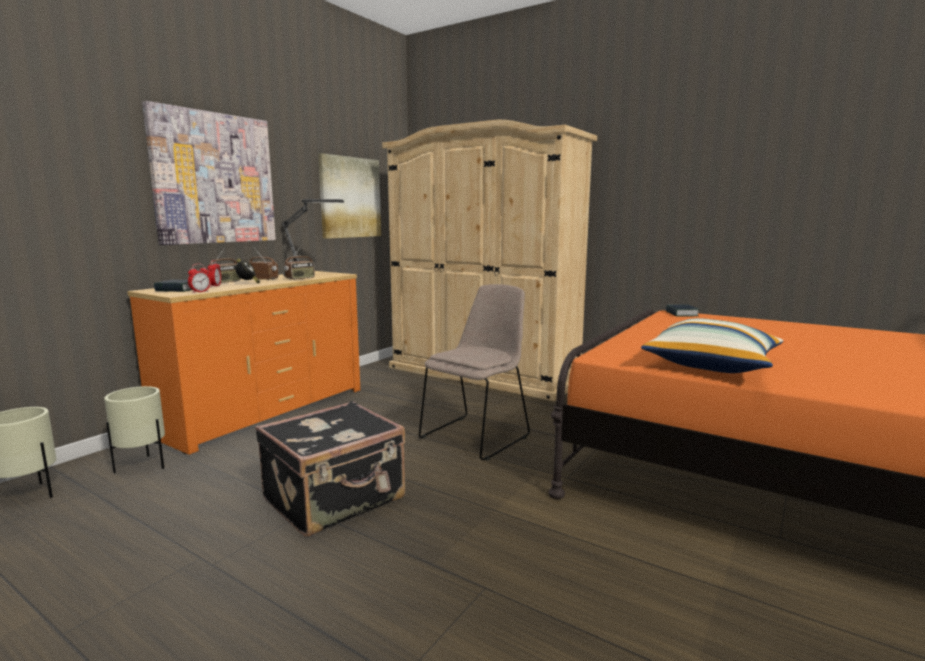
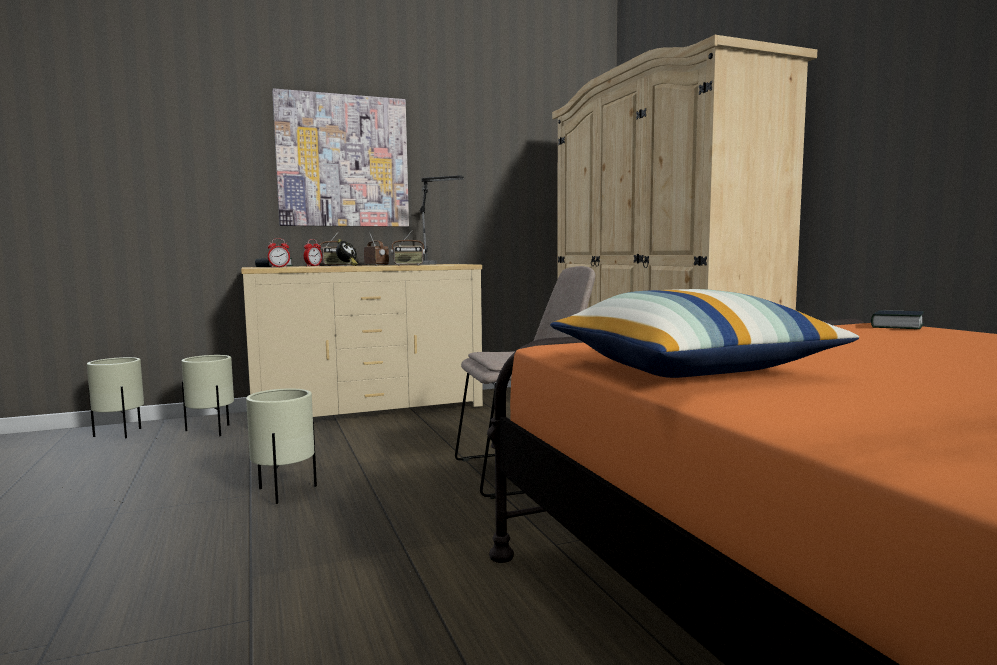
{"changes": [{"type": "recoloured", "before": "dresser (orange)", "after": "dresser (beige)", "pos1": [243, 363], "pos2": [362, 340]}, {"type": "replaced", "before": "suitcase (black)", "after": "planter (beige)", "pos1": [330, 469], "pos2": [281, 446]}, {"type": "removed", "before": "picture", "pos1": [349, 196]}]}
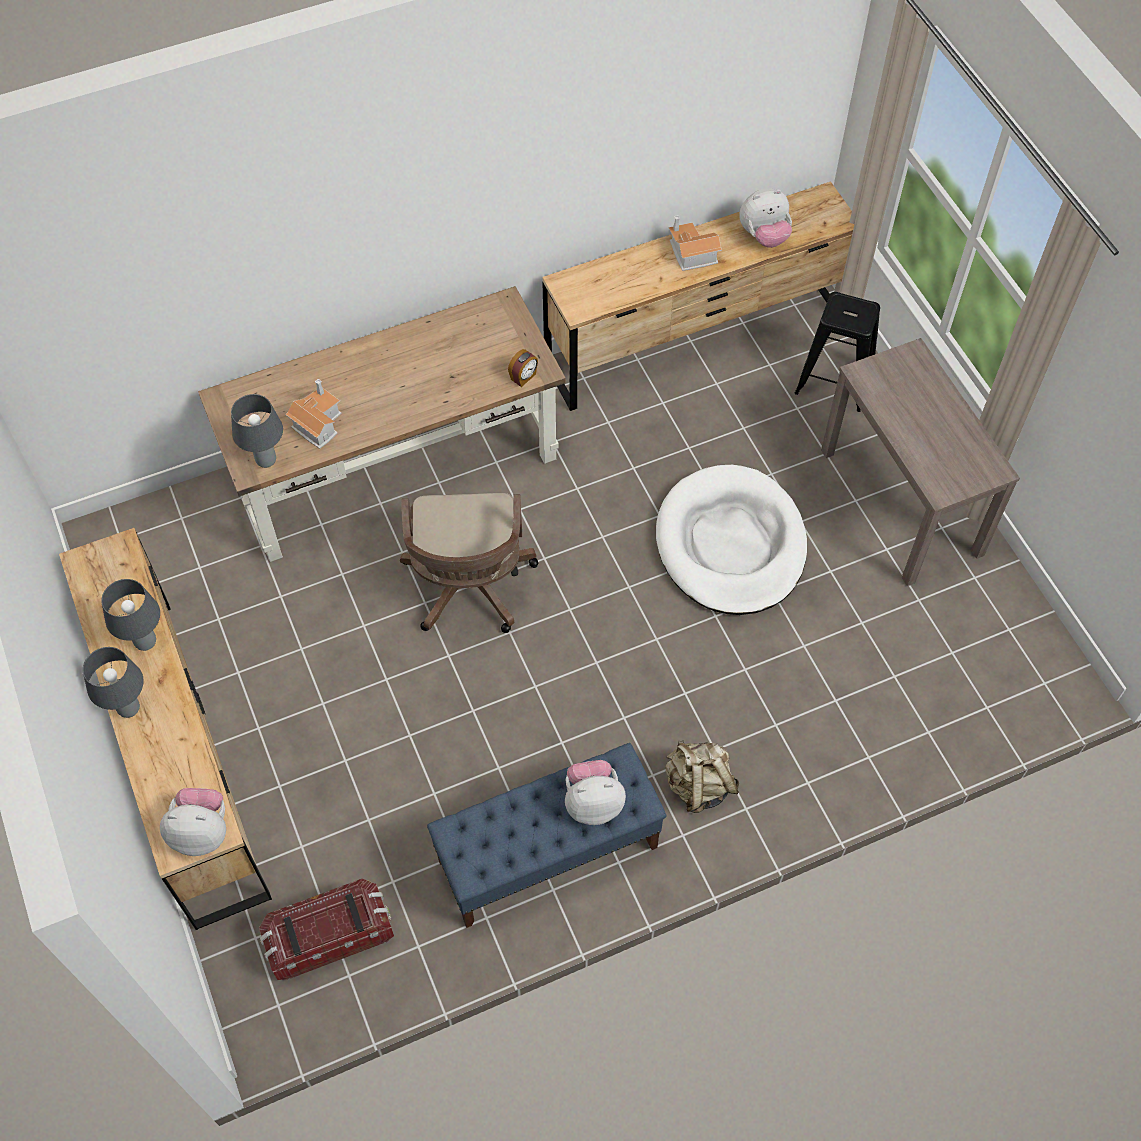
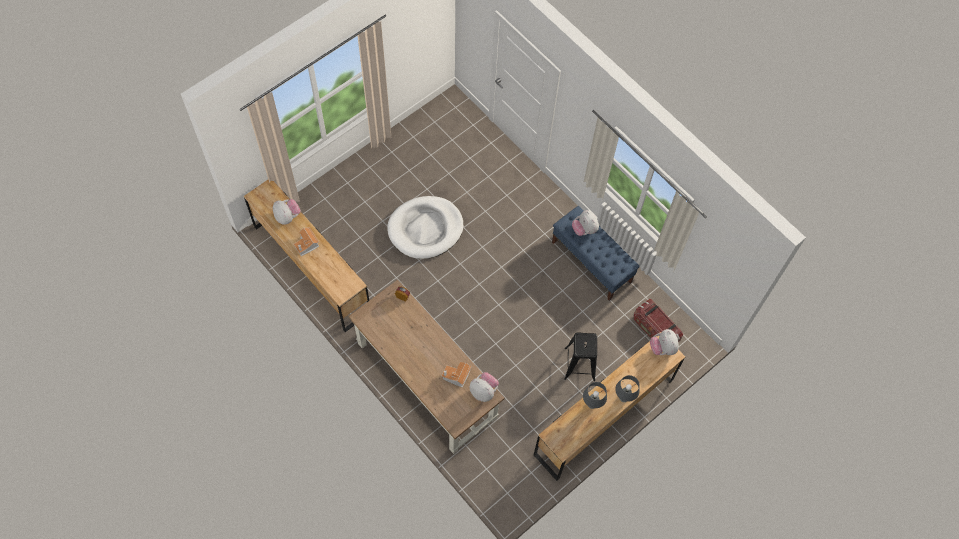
{"changes": [{"type": "replaced", "before": "table lamp (grey)", "after": "plush toy", "pos1": [257, 431], "pos2": [484, 387]}, {"type": "moved", "before": "stool (black)", "pos1": [837, 352], "pos2": [580, 356]}, {"type": "removed", "before": "office chair (brown)", "pos1": [469, 563]}, {"type": "removed", "before": "backpack (beige)", "pos1": [702, 777]}, {"type": "removed", "before": "console table (brown)", "pos1": [920, 462]}]}
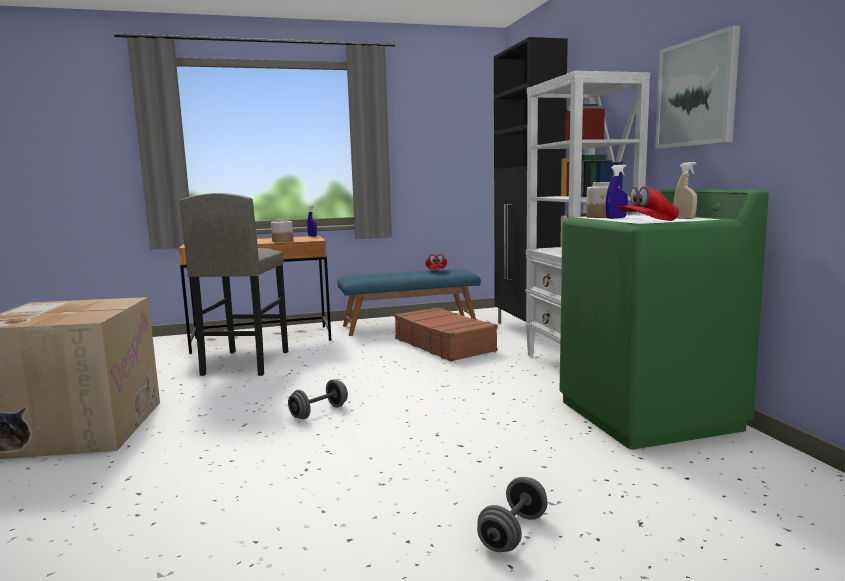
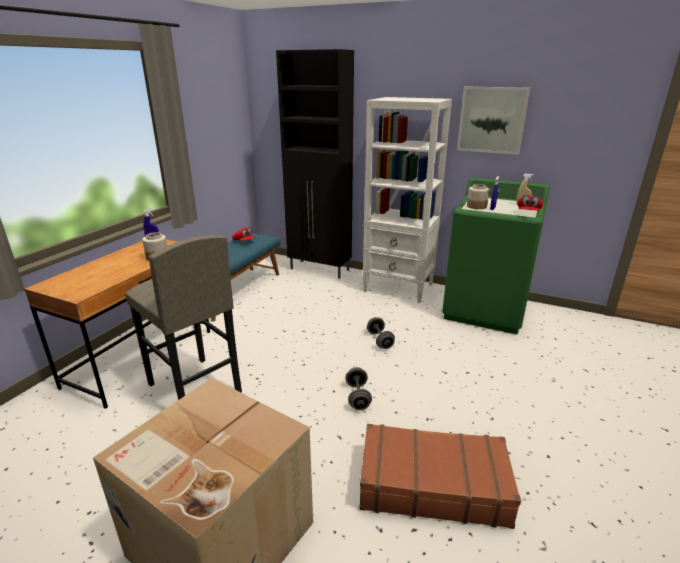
{"changes": [{"type": "moved", "before": "suitcase (brown)", "pos1": [446, 334], "pos2": [440, 476]}, {"type": "moved", "before": "dumbbell (grey)", "pos1": [512, 514], "pos2": [381, 333]}]}
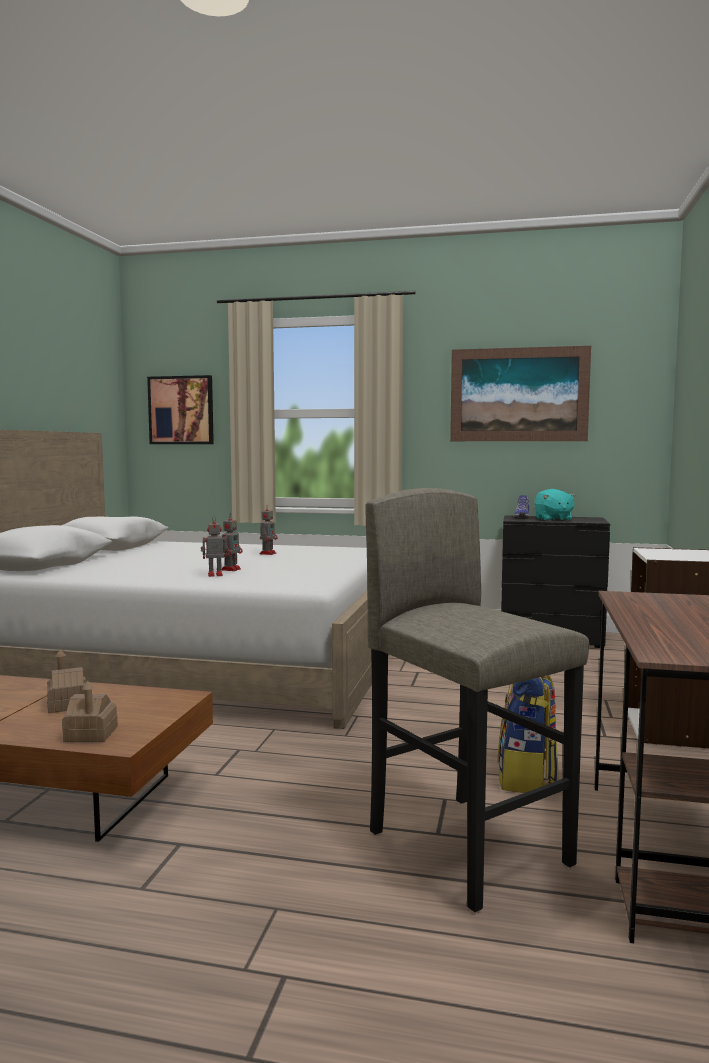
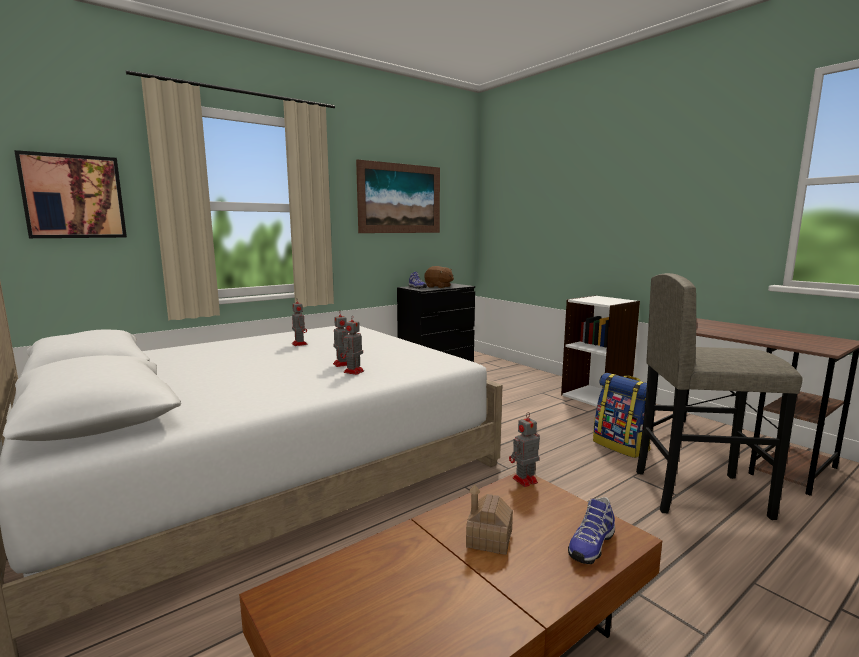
{"changes": [{"type": "recoloured", "before": "plush toy (turquoise)", "after": "plush toy (brown)", "pos1": [555, 505], "pos2": [439, 277]}, {"type": "added", "after": "toy robot", "pos2": [524, 449]}, {"type": "replaced", "before": "toy house", "after": "shoe", "pos1": [90, 711], "pos2": [591, 530]}]}
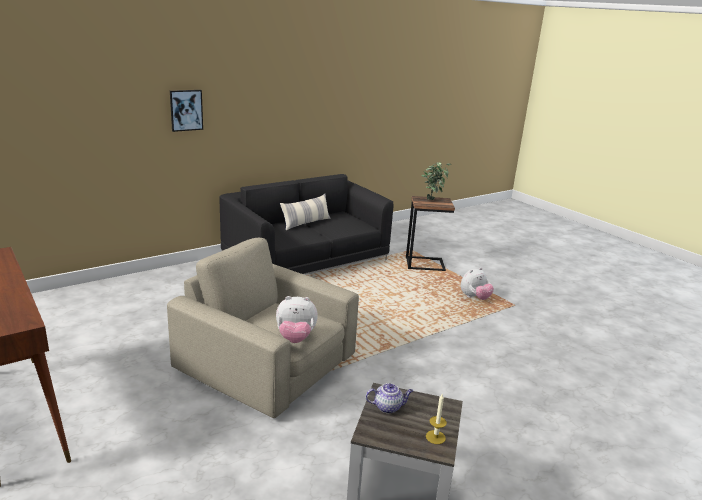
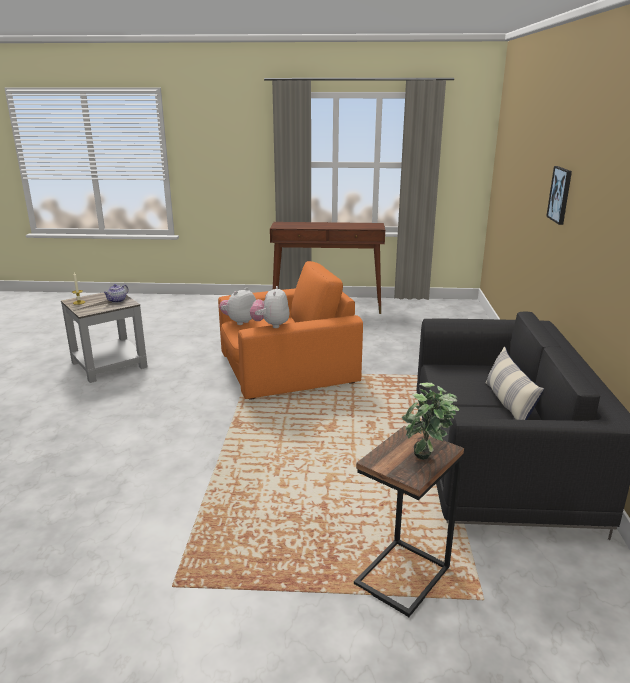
{"changes": [{"type": "recoloured", "before": "armchair (beige)", "after": "armchair (orange)", "pos1": [263, 328], "pos2": [290, 330]}, {"type": "moved", "before": "plush toy", "pos1": [477, 283], "pos2": [269, 307]}]}
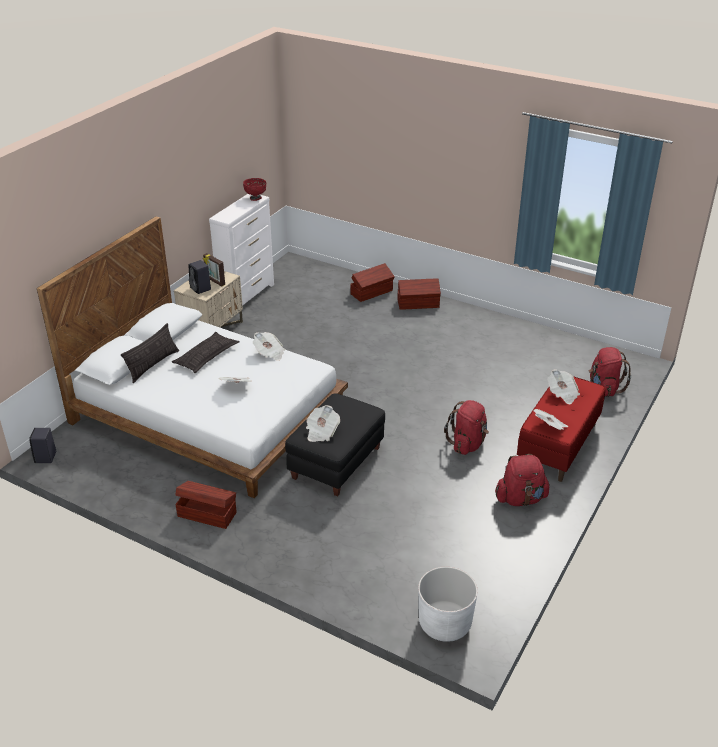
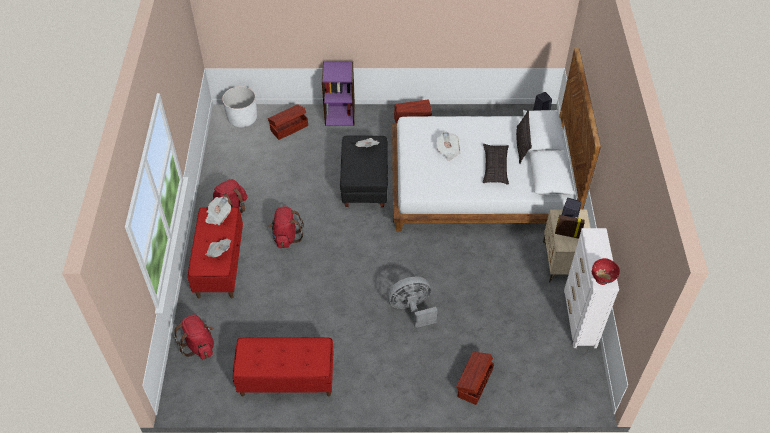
{"changes": [{"type": "added", "after": "bench (red)", "pos2": [283, 367]}, {"type": "moved", "before": "storage box (brown)", "pos1": [419, 294], "pos2": [288, 122]}, {"type": "added", "after": "bookcase (purple)", "pos2": [338, 93]}, {"type": "added", "after": "fan (grey)", "pos2": [412, 302]}, {"type": "removed", "before": "newspaper", "pos1": [269, 346]}]}
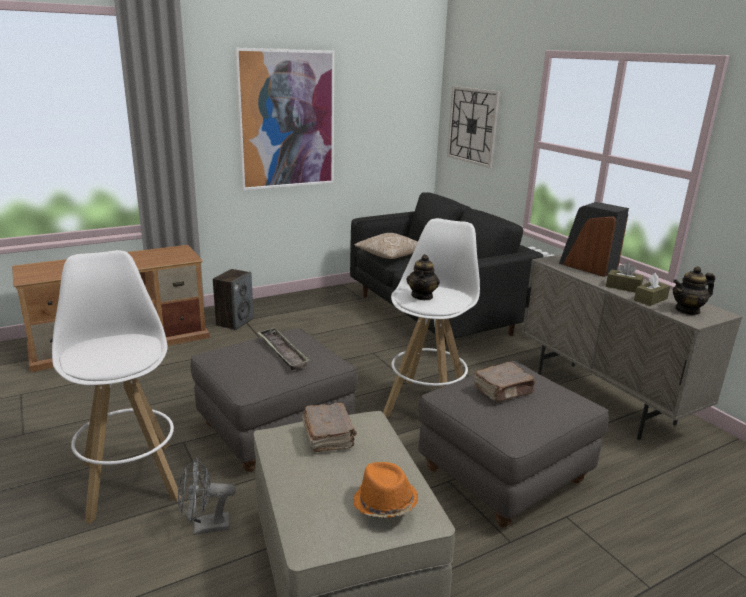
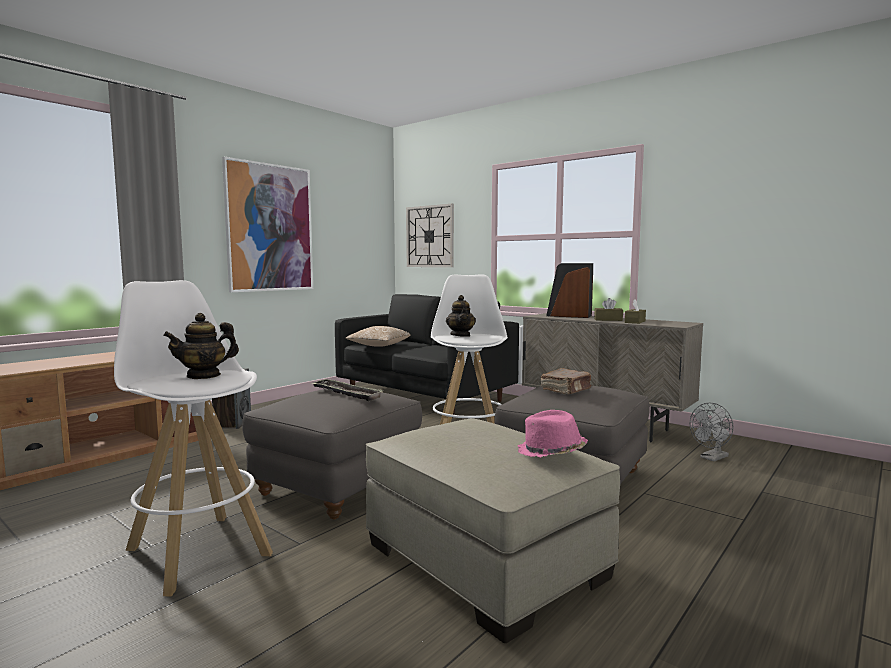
{"changes": [{"type": "moved", "before": "teapot", "pos1": [694, 290], "pos2": [201, 346]}, {"type": "recoloured", "before": "hat (orange)", "after": "hat (pink)", "pos1": [386, 490], "pos2": [553, 434]}, {"type": "moved", "before": "fan (grey)", "pos1": [207, 496], "pos2": [712, 432]}, {"type": "removed", "before": "book (brown)", "pos1": [329, 427]}]}
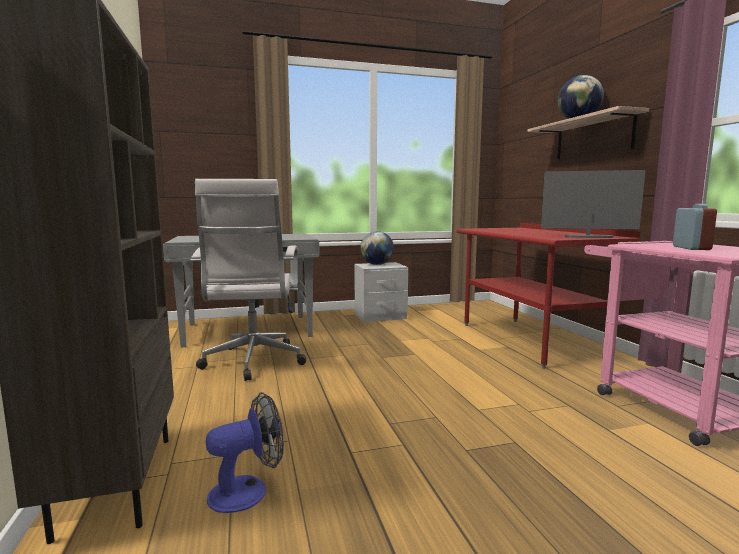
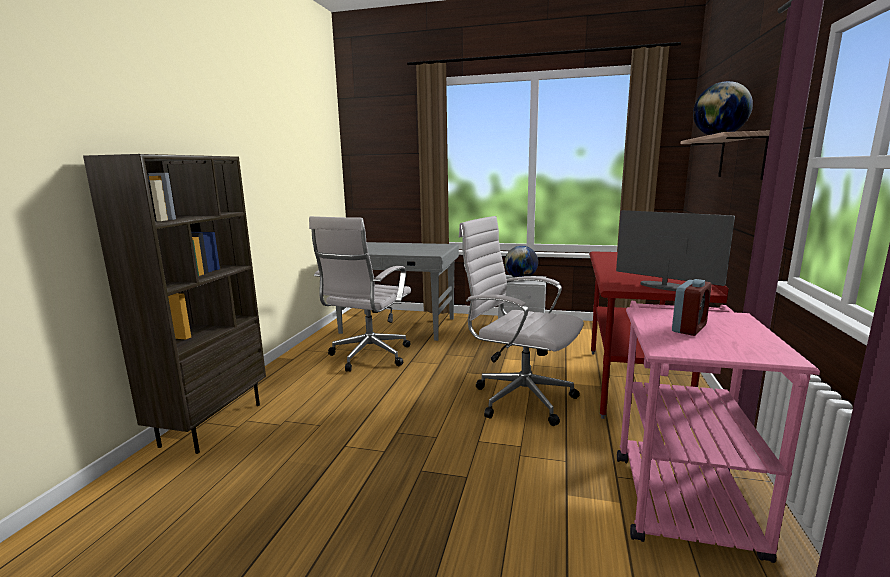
{"changes": [{"type": "added", "after": "office chair (white)", "pos2": [521, 321]}, {"type": "removed", "before": "fan", "pos1": [244, 452]}]}
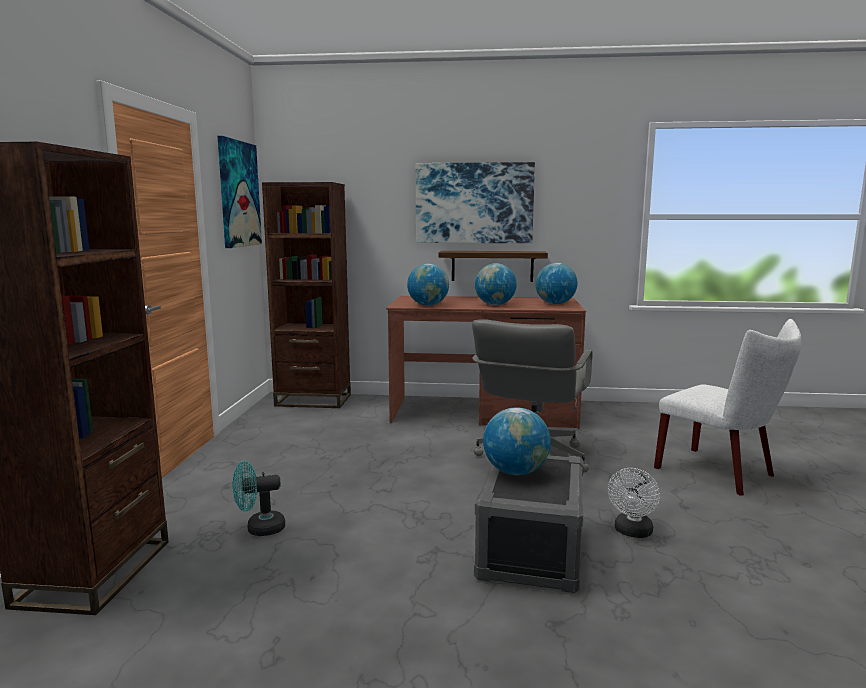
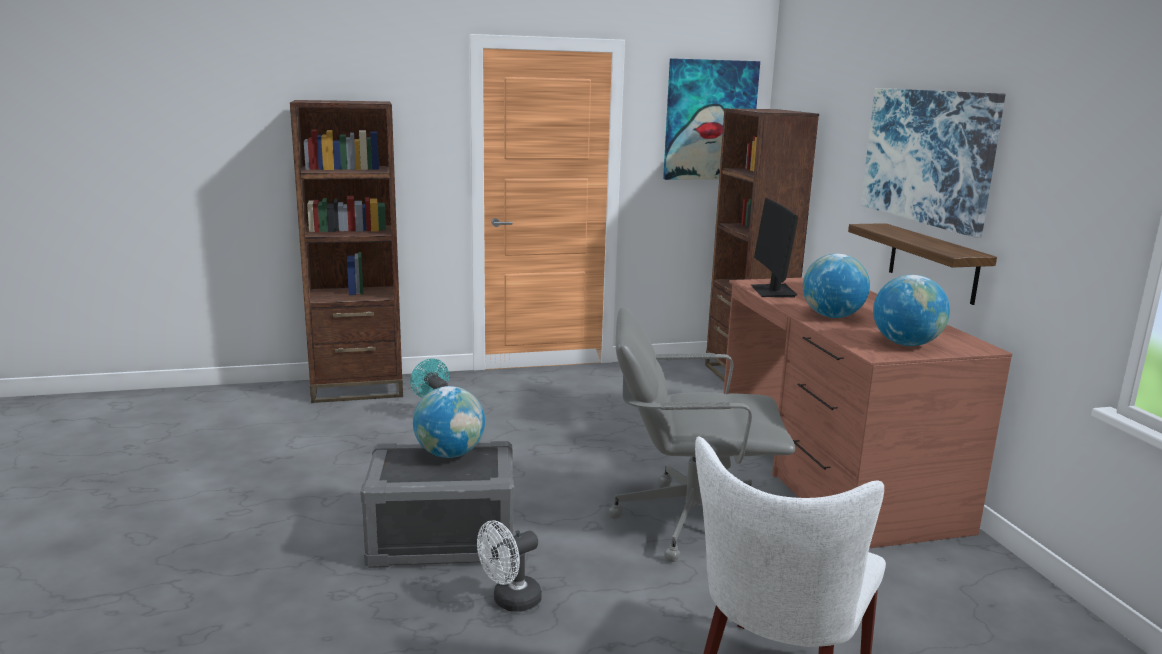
{"changes": [{"type": "turned", "before": "fan (white)", "pos1": [634, 503], "pos2": [509, 565], "turn": -45}, {"type": "replaced", "before": "globe", "after": "monitor", "pos1": [428, 285], "pos2": [774, 247]}]}
